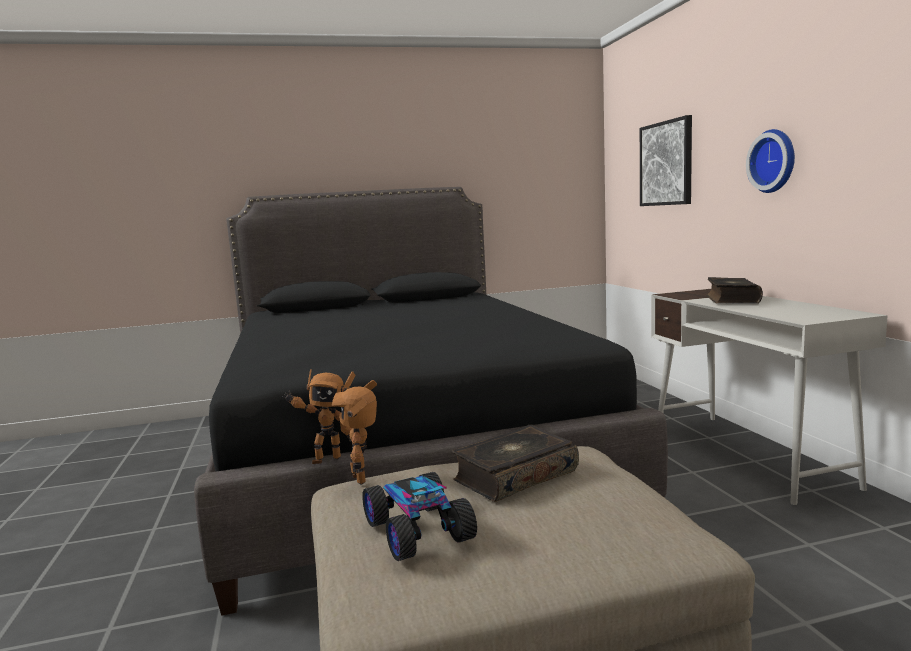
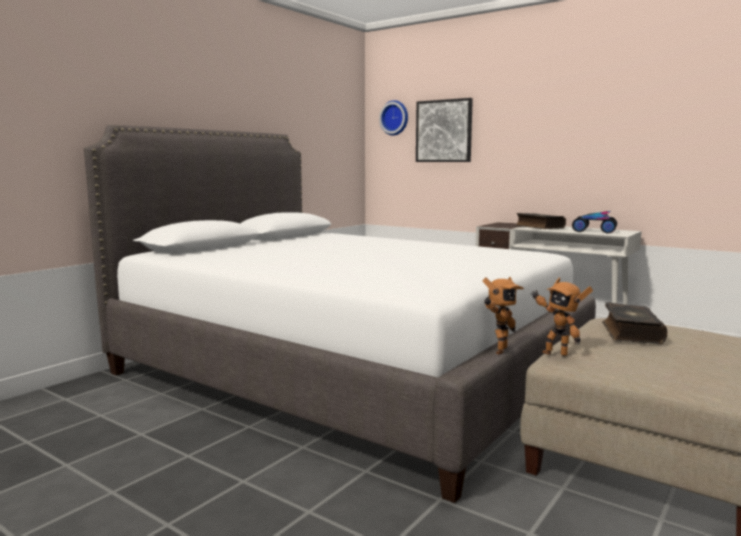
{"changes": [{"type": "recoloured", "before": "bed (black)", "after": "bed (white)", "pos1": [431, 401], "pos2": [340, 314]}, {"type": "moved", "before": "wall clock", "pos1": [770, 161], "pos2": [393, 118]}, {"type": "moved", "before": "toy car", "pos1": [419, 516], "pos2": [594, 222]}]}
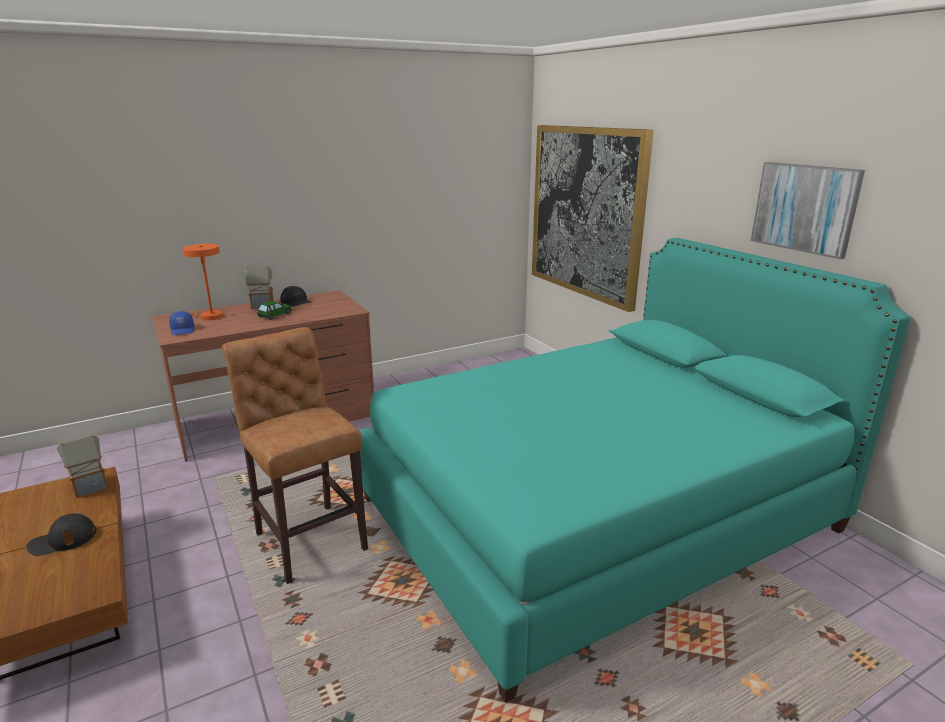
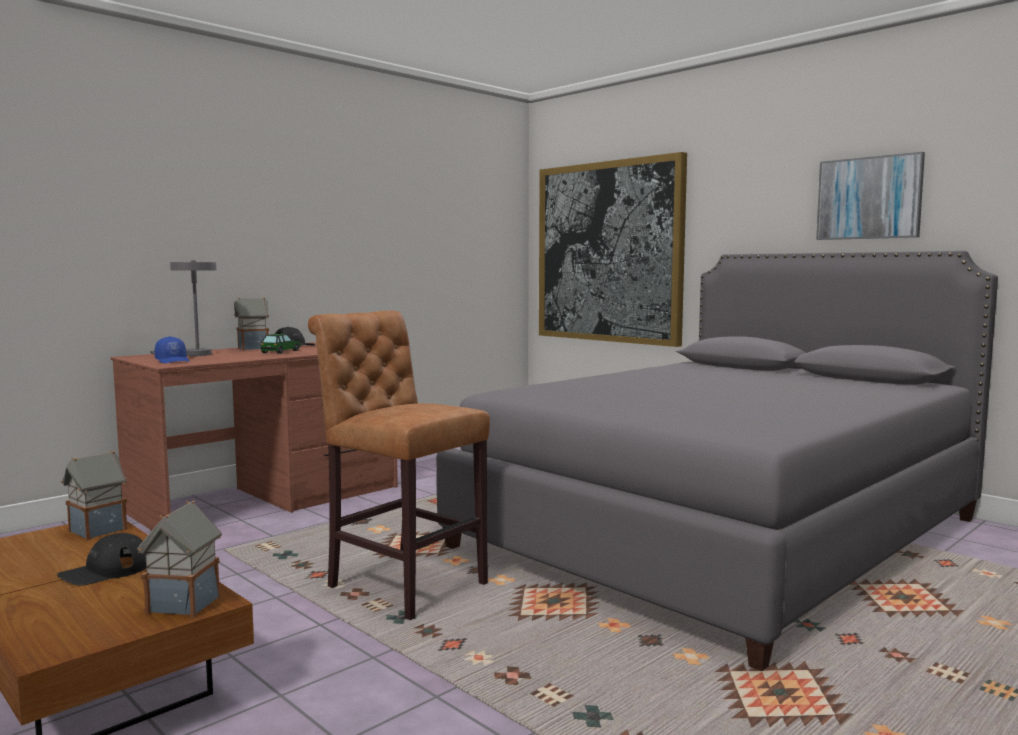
{"changes": [{"type": "added", "after": "toy house", "pos2": [179, 559]}, {"type": "recoloured", "before": "table lamp (orange)", "after": "table lamp (grey)", "pos1": [202, 282], "pos2": [183, 308]}, {"type": "recoloured", "before": "bed (turquoise)", "after": "bed (grey)", "pos1": [635, 470], "pos2": [717, 461]}]}
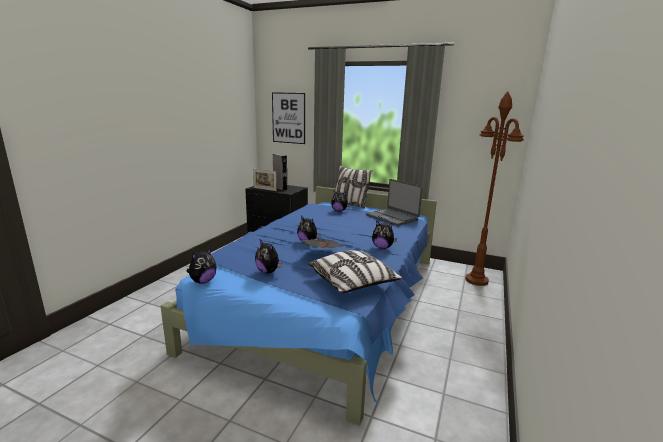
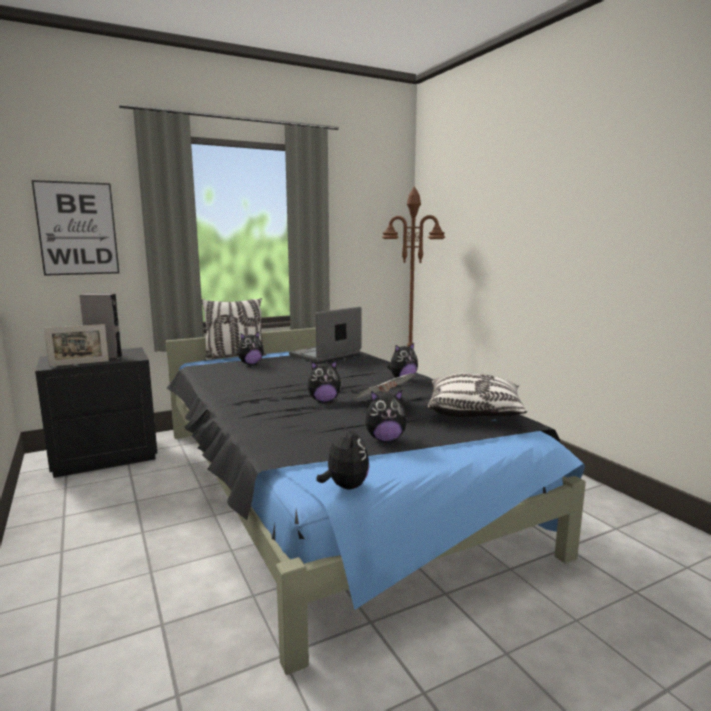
{"changes": [{"type": "recoloured", "before": "bed (blue)", "after": "bed (black)", "pos1": [299, 305], "pos2": [376, 501]}, {"type": "turned", "before": "laptop", "pos1": [394, 202], "pos2": [325, 334], "turn": 135}]}
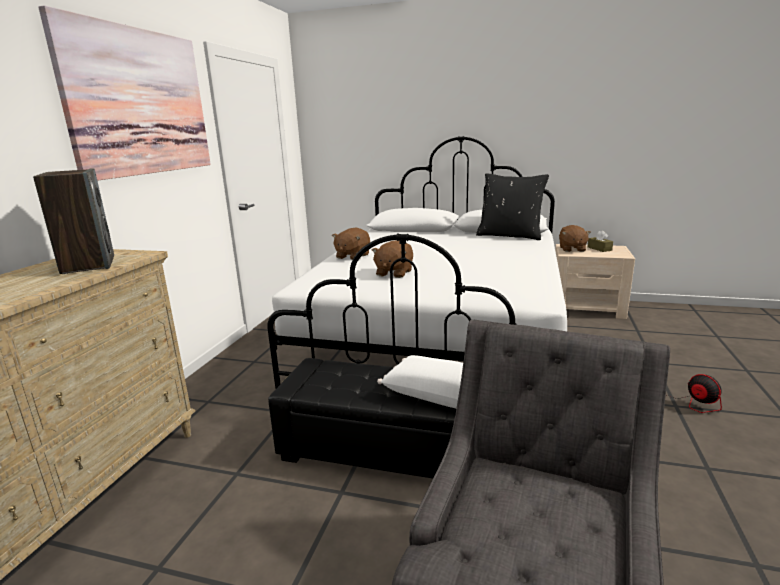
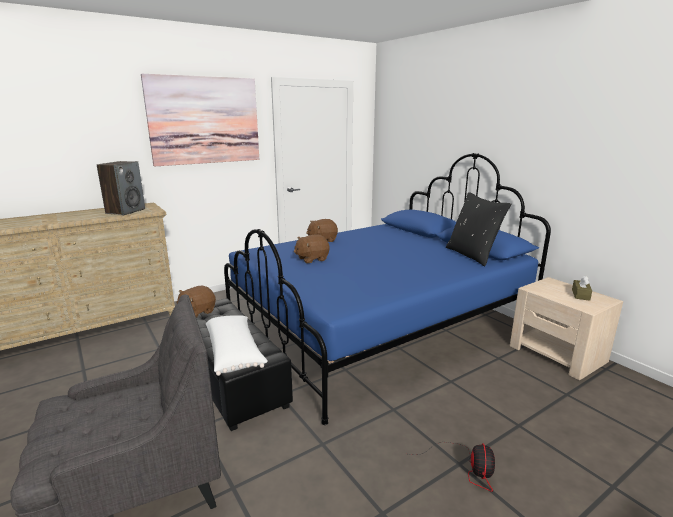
{"changes": [{"type": "moved", "before": "plush toy (brown)", "pos1": [575, 238], "pos2": [196, 301]}, {"type": "recoloured", "before": "bed (white)", "after": "bed (blue)", "pos1": [417, 262], "pos2": [387, 289]}]}
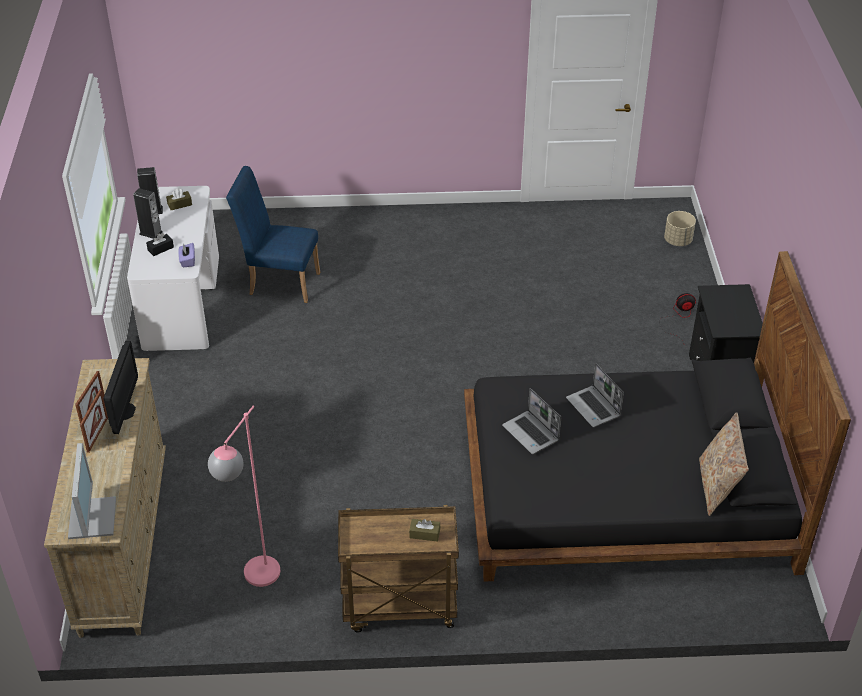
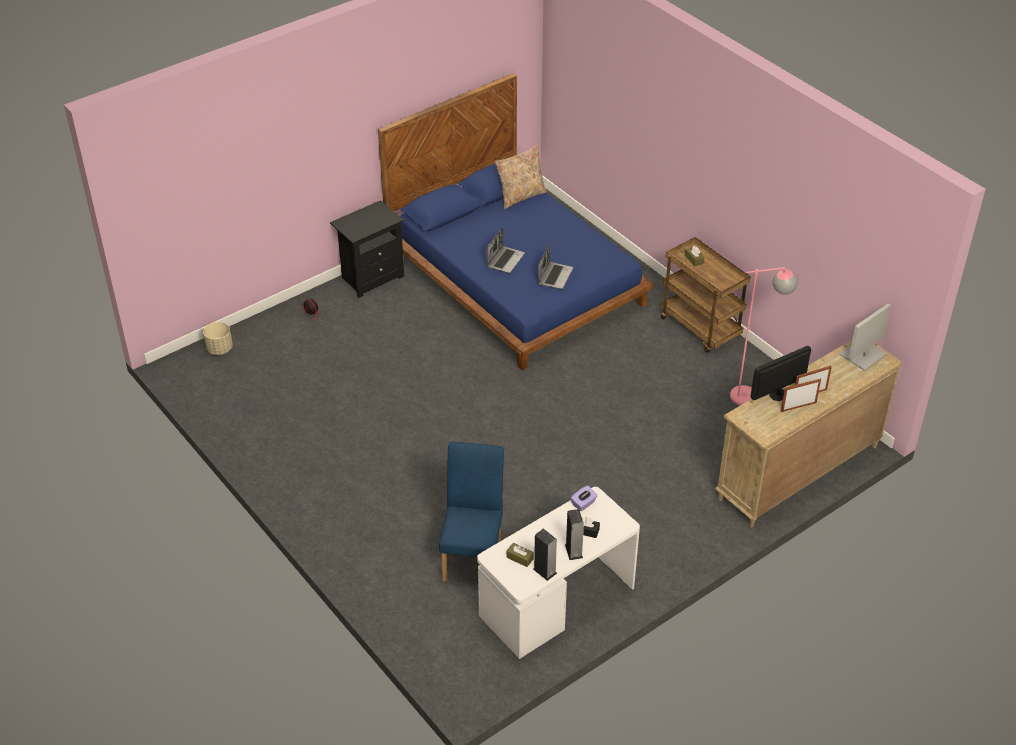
{"changes": [{"type": "recoloured", "before": "bed (black)", "after": "bed (blue)", "pos1": [657, 416], "pos2": [516, 221]}, {"type": "turned", "before": "chair (blue)", "pos1": [273, 234], "pos2": [471, 511], "turn": -150}]}
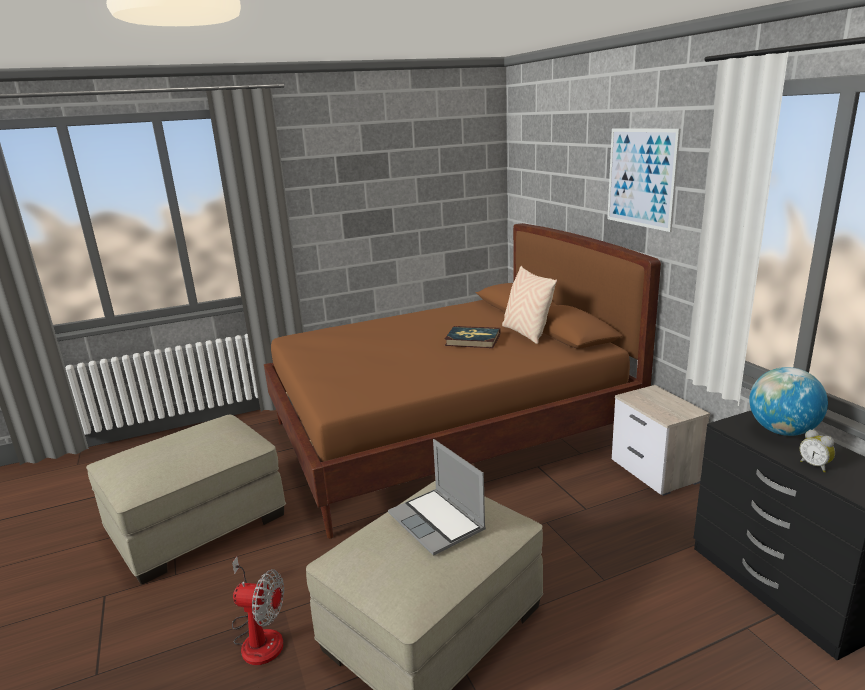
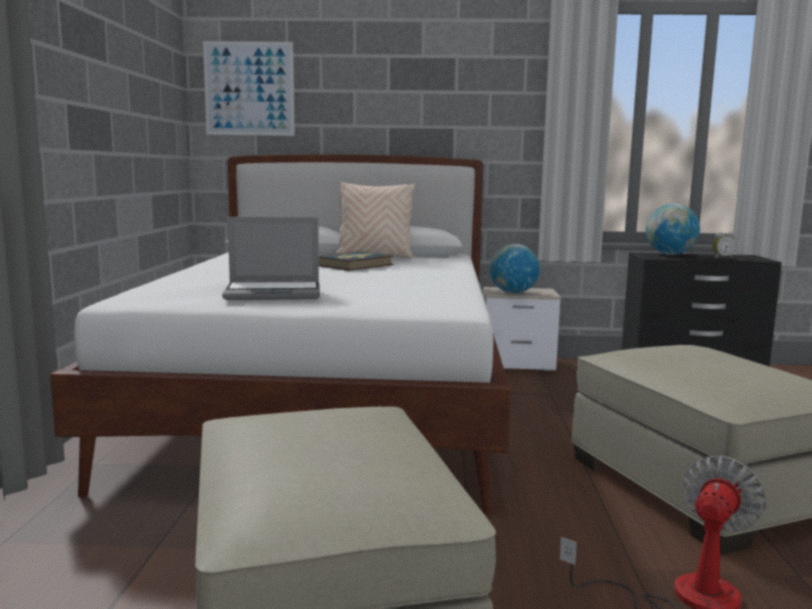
{"changes": [{"type": "recoloured", "before": "bed (brown)", "after": "bed (white)", "pos1": [462, 381], "pos2": [280, 334]}, {"type": "moved", "before": "picture", "pos1": [643, 180], "pos2": [249, 88]}, {"type": "moved", "before": "laptop", "pos1": [437, 497], "pos2": [271, 258]}, {"type": "added", "after": "globe", "pos2": [515, 268]}]}
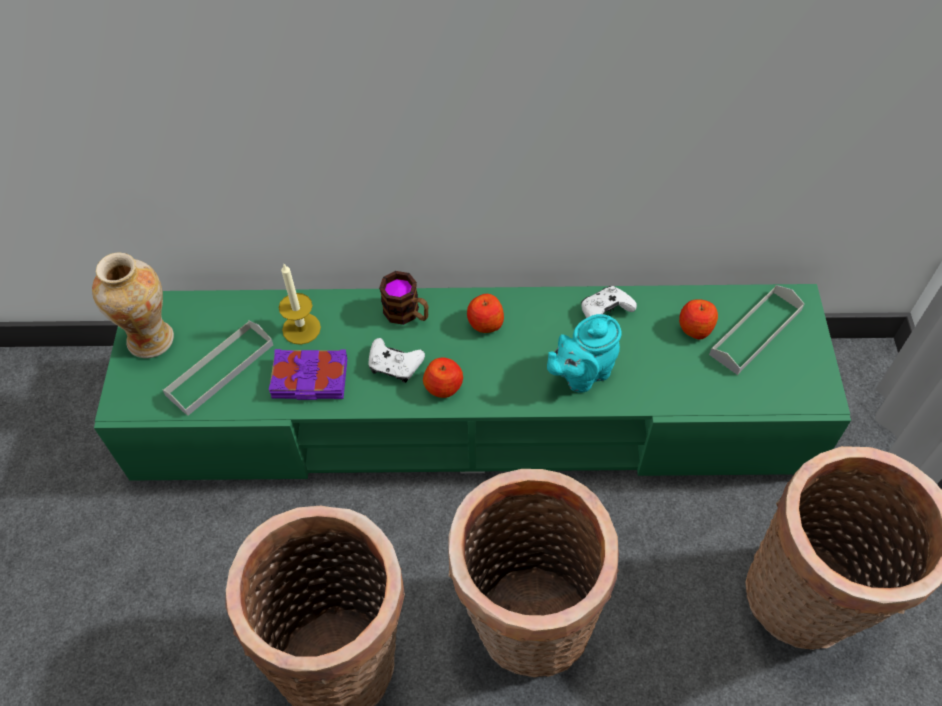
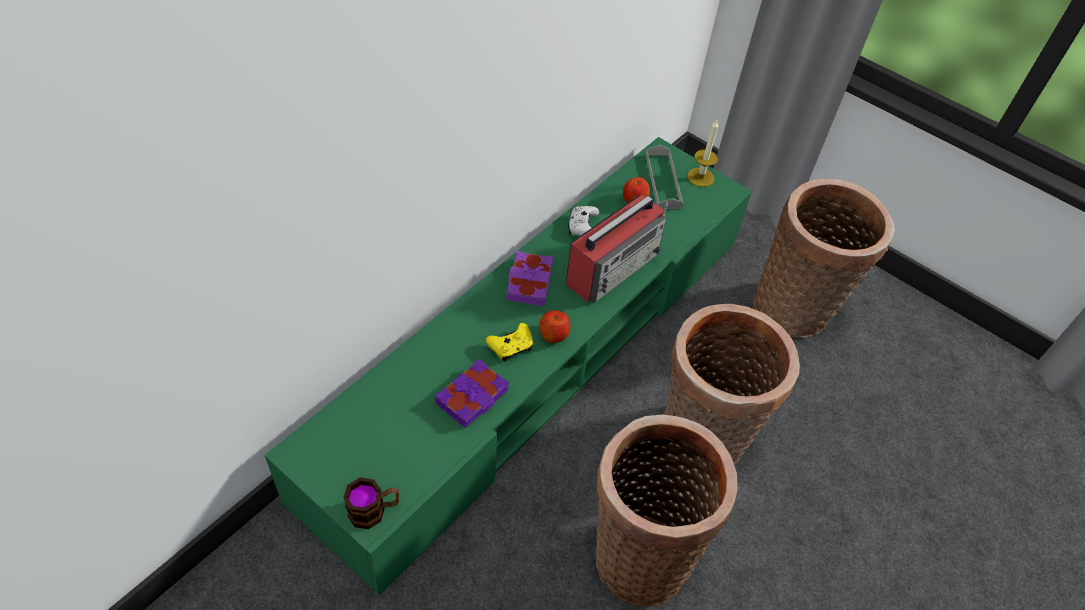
{"changes": [{"type": "moved", "before": "mug", "pos1": [404, 298], "pos2": [371, 503]}, {"type": "recoloured", "before": "game controller (white)", "after": "game controller (yellow)", "pos1": [397, 360], "pos2": [509, 342]}, {"type": "replaced", "before": "apple", "after": "book (purple)", "pos1": [485, 313], "pos2": [529, 278]}, {"type": "replaced", "before": "teapot (turquoise)", "after": "radio", "pos1": [584, 353], "pos2": [617, 249]}, {"type": "moved", "before": "candle", "pos1": [300, 304], "pos2": [702, 153]}, {"type": "removed", "before": "vase", "pos1": [133, 305]}, {"type": "removed", "before": "tray (grey)", "pos1": [217, 368]}]}
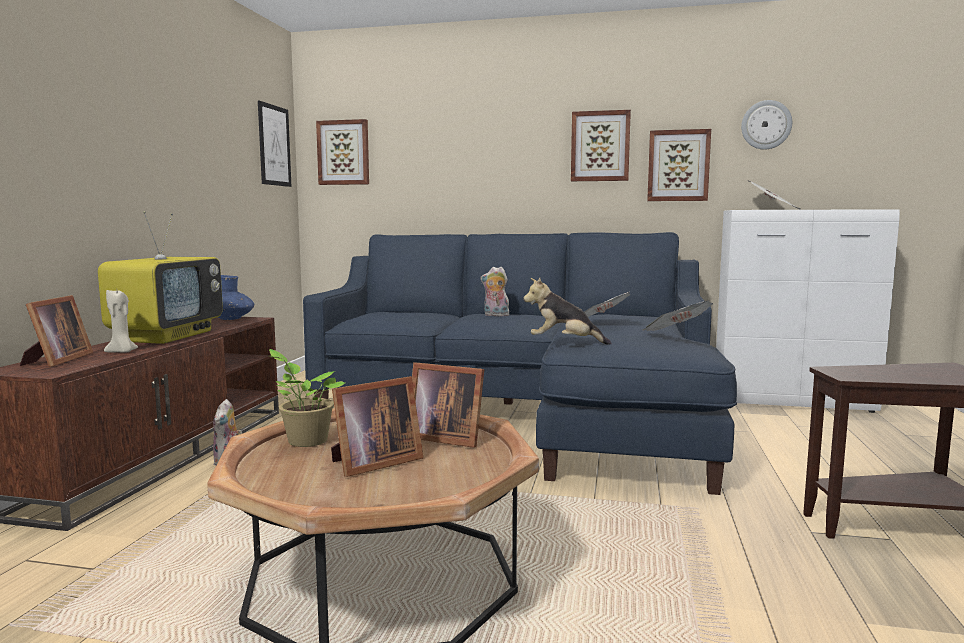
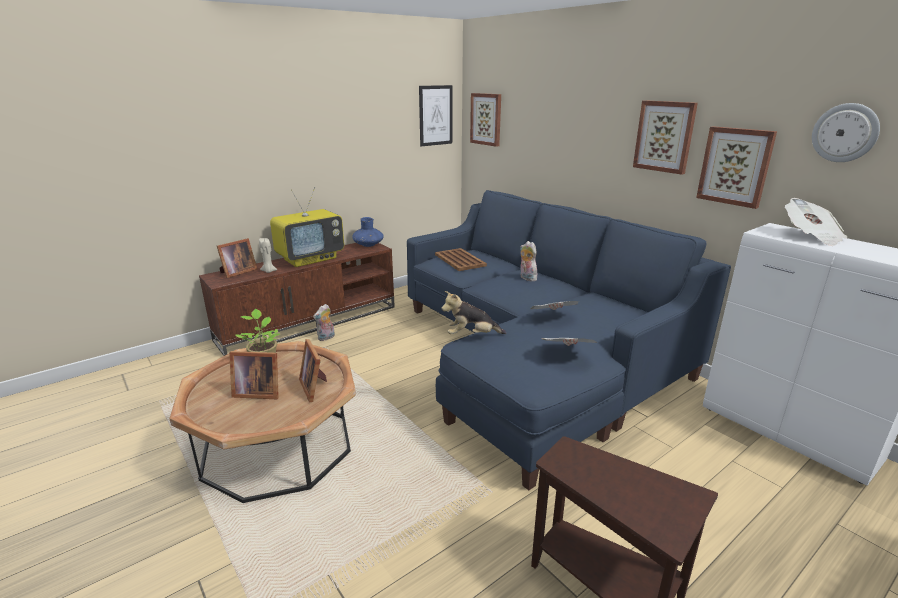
{"changes": [{"type": "added", "after": "tray (brown)", "pos2": [461, 259]}, {"type": "turned", "before": "plush toy", "pos1": [567, 311], "pos2": [473, 312], "turn": -60}]}
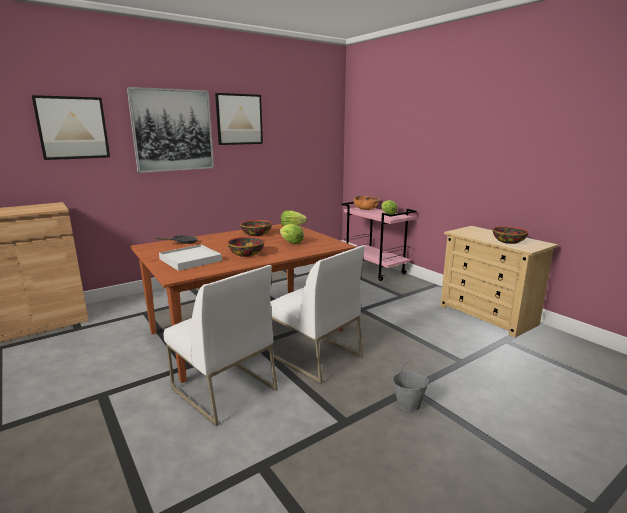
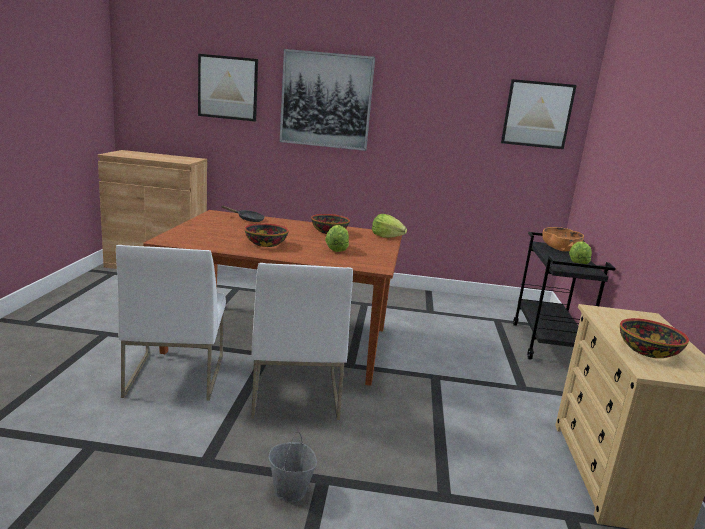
{"changes": [{"type": "moved", "before": "picture", "pos1": [239, 119], "pos2": [539, 114]}, {"type": "recoloured", "before": "cart (pink)", "after": "cart (black)", "pos1": [379, 241], "pos2": [564, 296]}, {"type": "removed", "before": "tray (white)", "pos1": [190, 258]}]}
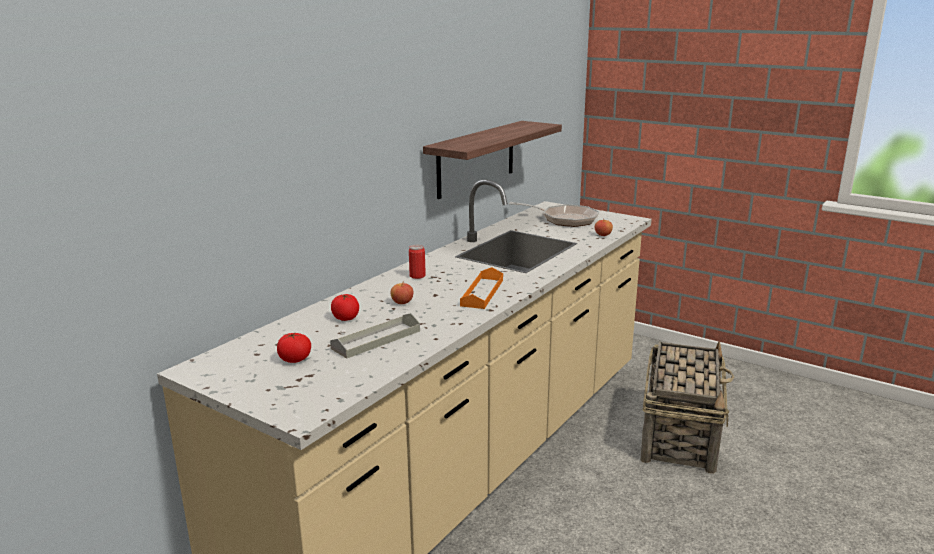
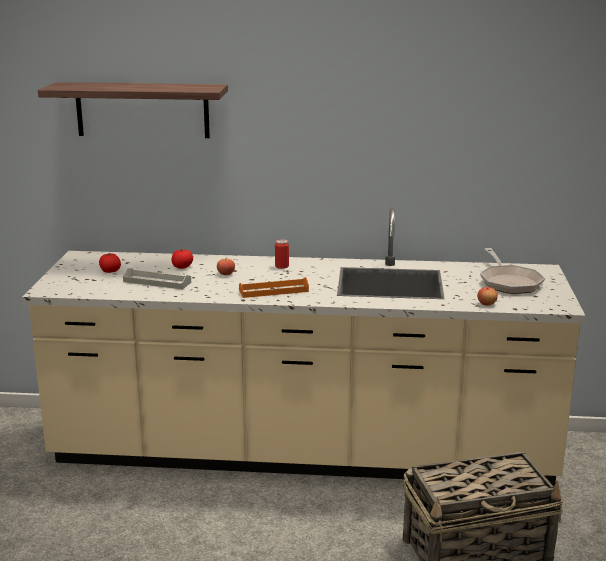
{"changes": [{"type": "moved", "before": "shelf", "pos1": [492, 160], "pos2": [133, 110]}]}
